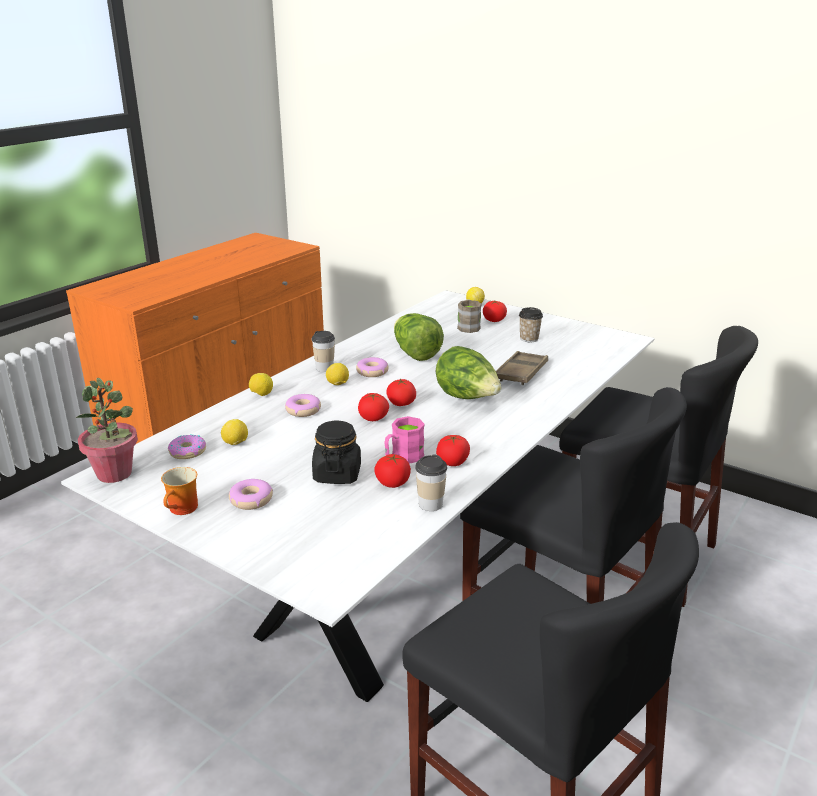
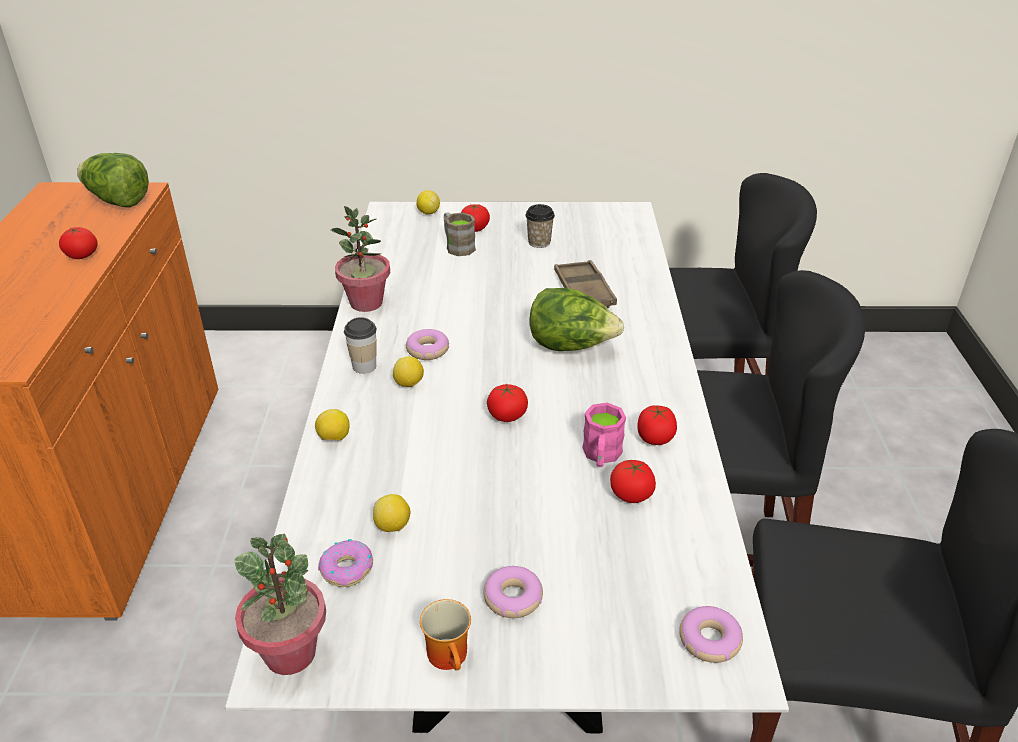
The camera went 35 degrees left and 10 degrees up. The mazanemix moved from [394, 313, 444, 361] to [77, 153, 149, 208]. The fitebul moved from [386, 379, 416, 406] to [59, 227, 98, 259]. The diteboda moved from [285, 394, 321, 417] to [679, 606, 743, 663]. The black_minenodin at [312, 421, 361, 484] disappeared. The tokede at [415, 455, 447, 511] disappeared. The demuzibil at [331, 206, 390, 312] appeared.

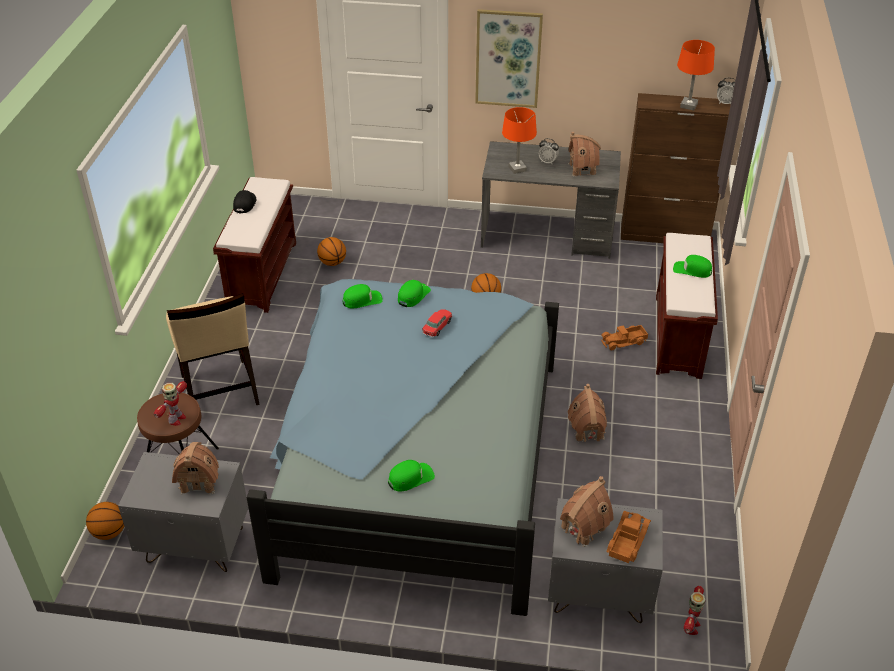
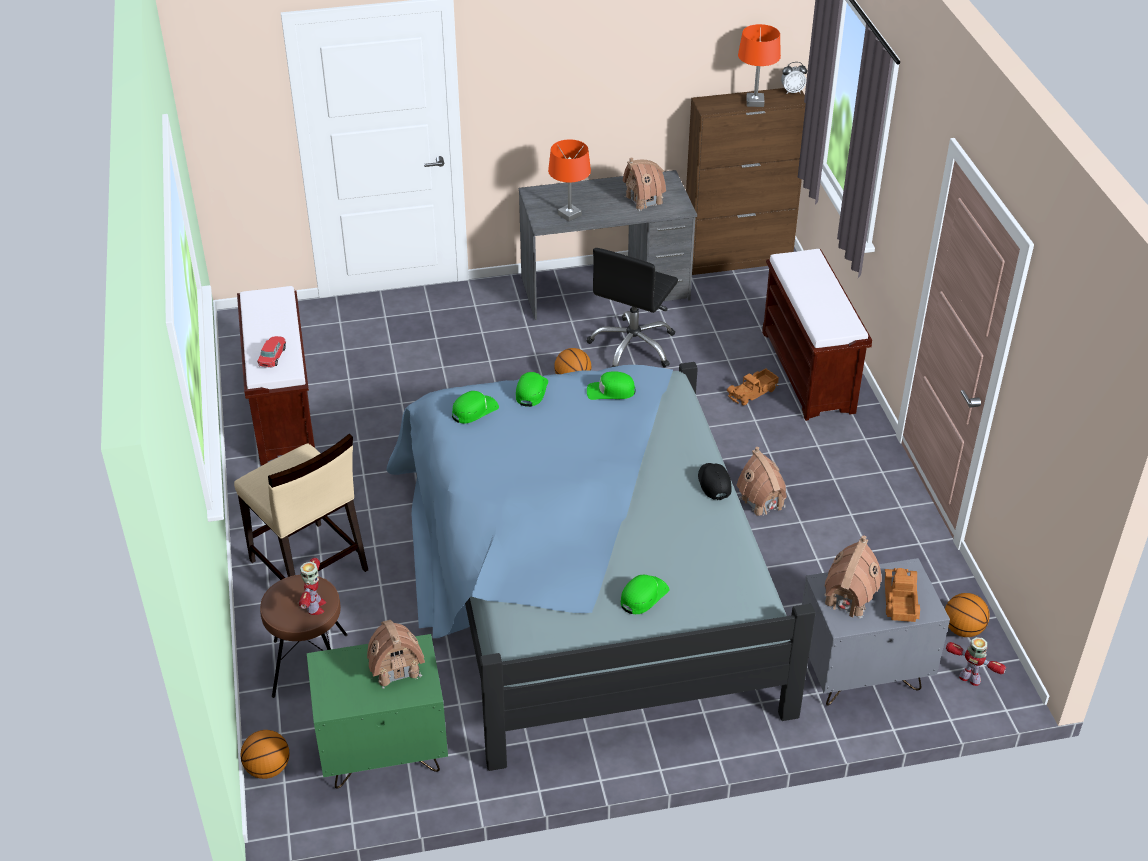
The camera went 20 degrees left and 0 degrees up. The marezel at [475, 9, 543, 108] disappeared. The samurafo at [538, 138, 559, 164] disappeared. The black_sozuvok moved from [233, 190, 257, 214] to [698, 463, 732, 500]. The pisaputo moved from [317, 237, 346, 266] to [945, 593, 990, 637]. The green_sozuvok moved from [673, 255, 712, 278] to [587, 371, 635, 400]. The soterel moved from [422, 309, 452, 337] to [257, 336, 286, 368]. The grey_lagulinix at [118, 452, 248, 572] became the green_lagulinix at [307, 634, 448, 789]. The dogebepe at [684, 586, 706, 635] turned 60 degrees counterclockwise. The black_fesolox at [587, 248, 678, 368] appeared.

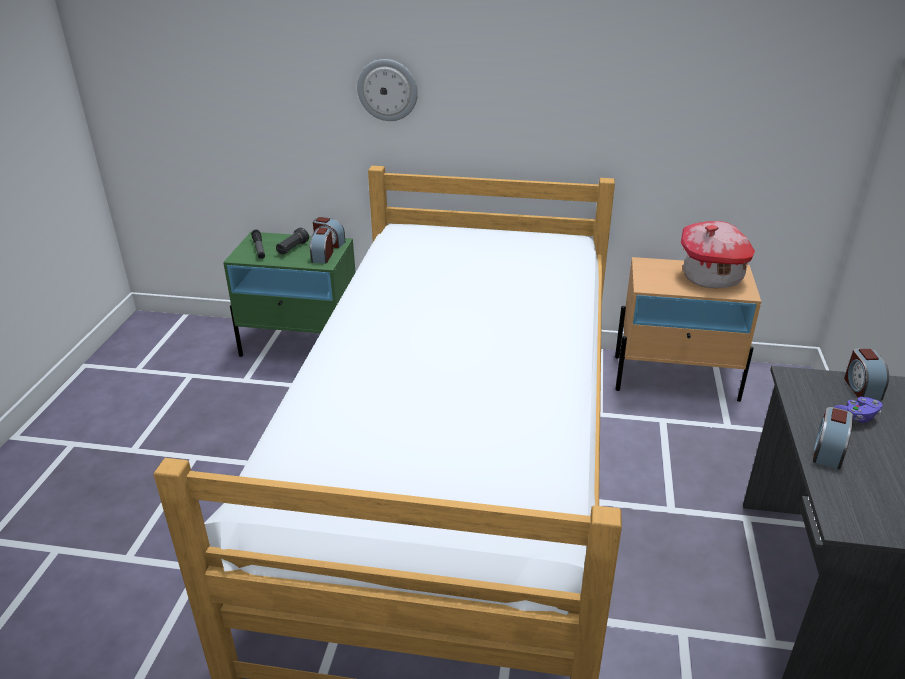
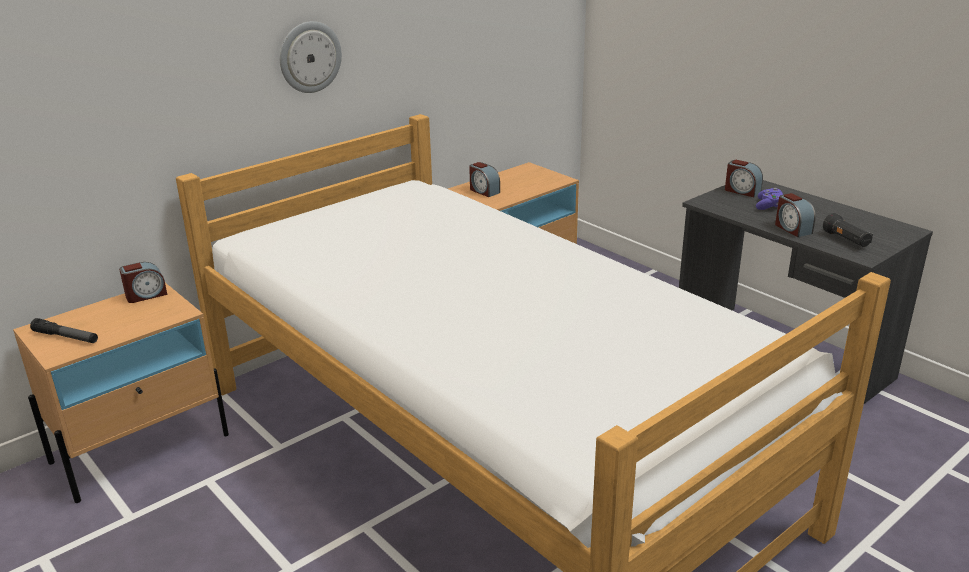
The camera went 50 degrees left and 5 degrees down. The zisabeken moved from [357, 59, 418, 121] to [280, 21, 342, 93]. The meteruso at [681, 221, 755, 288] disappeared. The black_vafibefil moved from [276, 227, 309, 255] to [823, 213, 873, 247]. The samurafo moved from [310, 228, 333, 264] to [469, 162, 500, 197]. The green_lagulinix at [223, 232, 356, 357] became the beige_lagulinix at [13, 283, 229, 503].

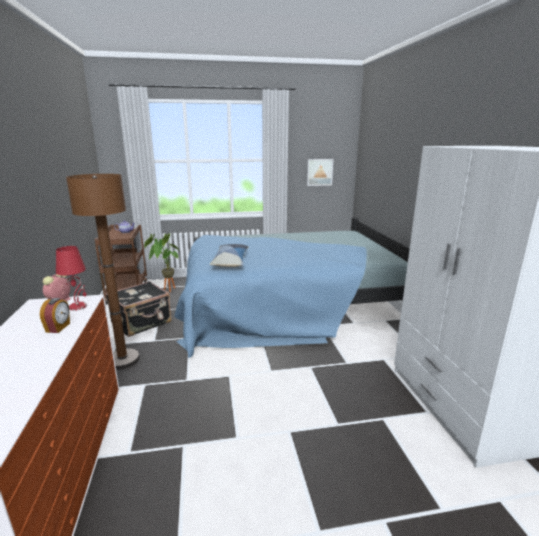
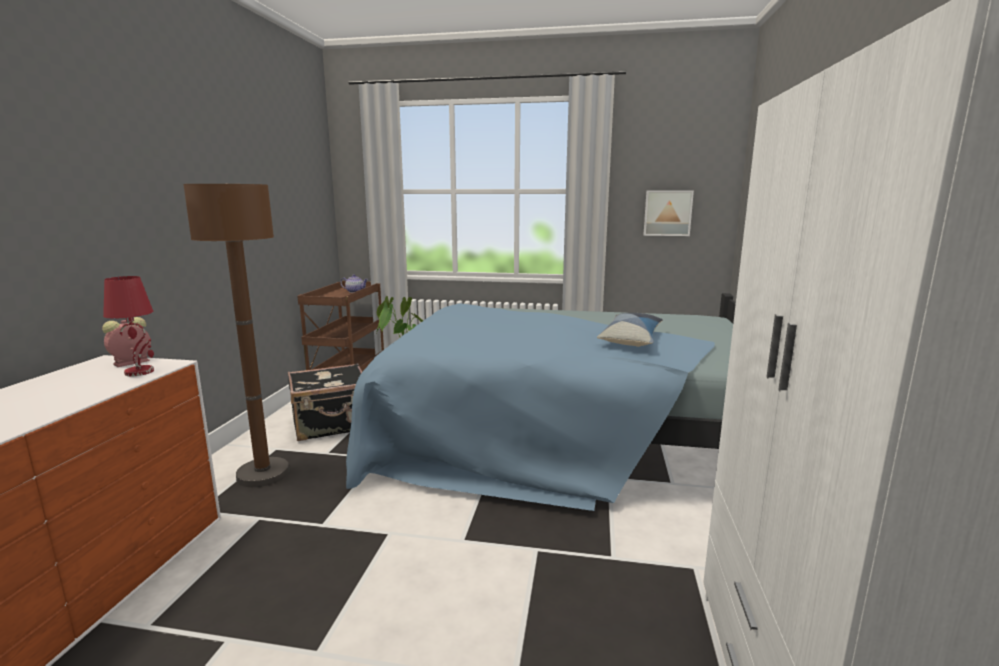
The camera went 20 degrees right and 5 degrees down. The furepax moved from [210, 244, 249, 267] to [597, 313, 663, 347]. The samurafo at [40, 298, 70, 333] disappeared.

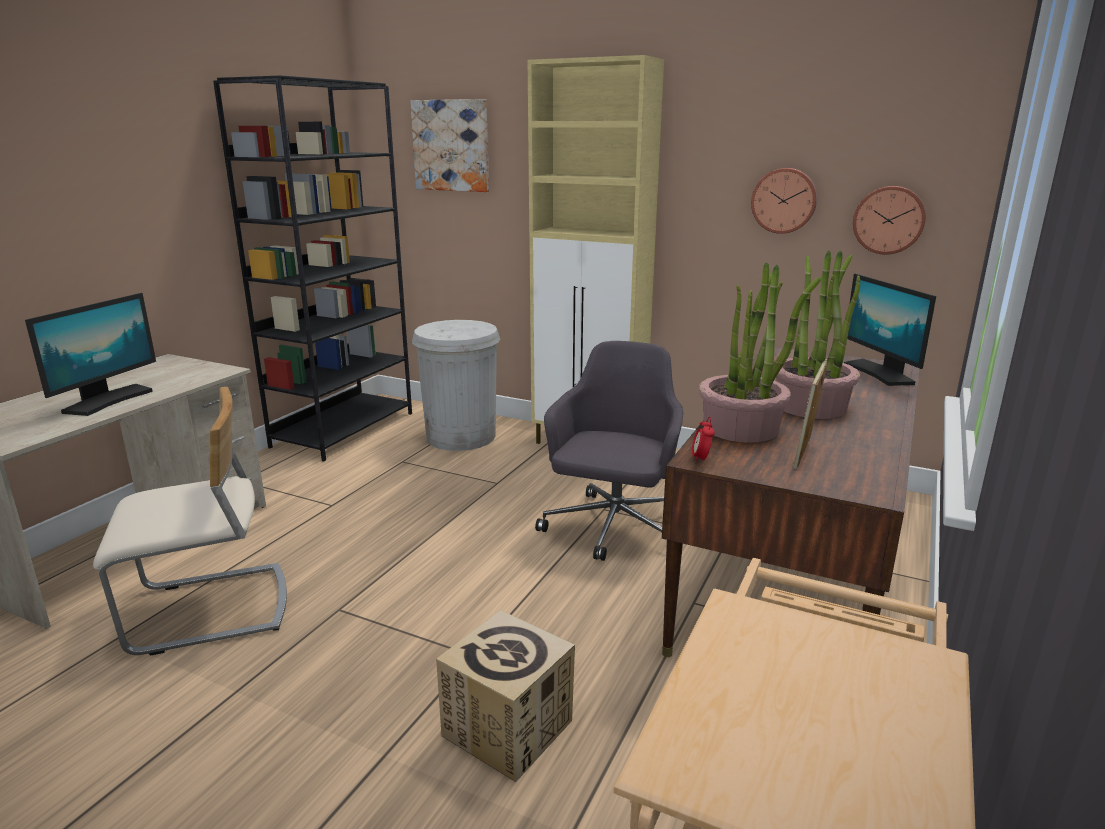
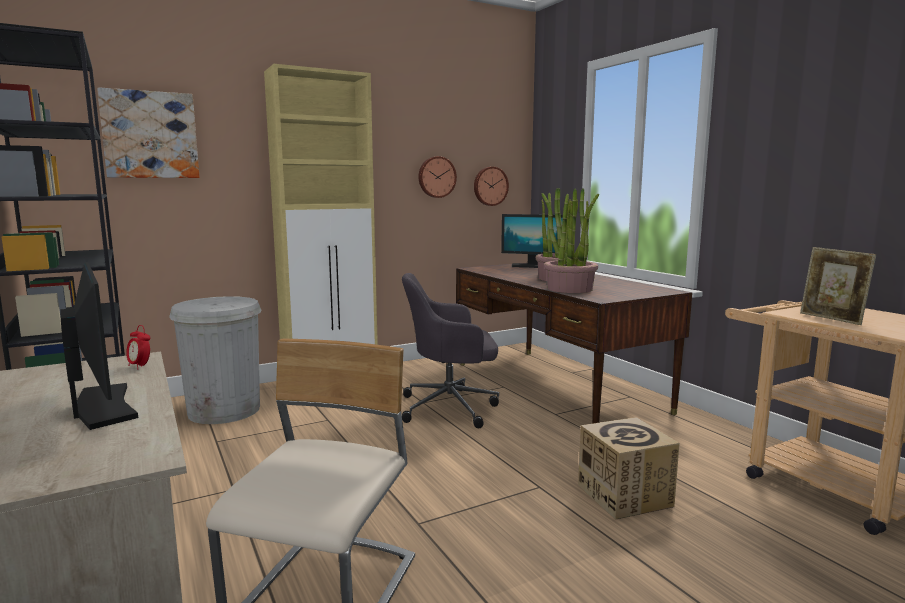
The camera went 55 degrees left and 10 degrees down. The grey_fesolox at [535, 341, 683, 561] turned 60 degrees counterclockwise. The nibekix moved from [793, 361, 827, 469] to [800, 247, 876, 325]. The samurafo moved from [692, 417, 715, 463] to [126, 325, 150, 370].

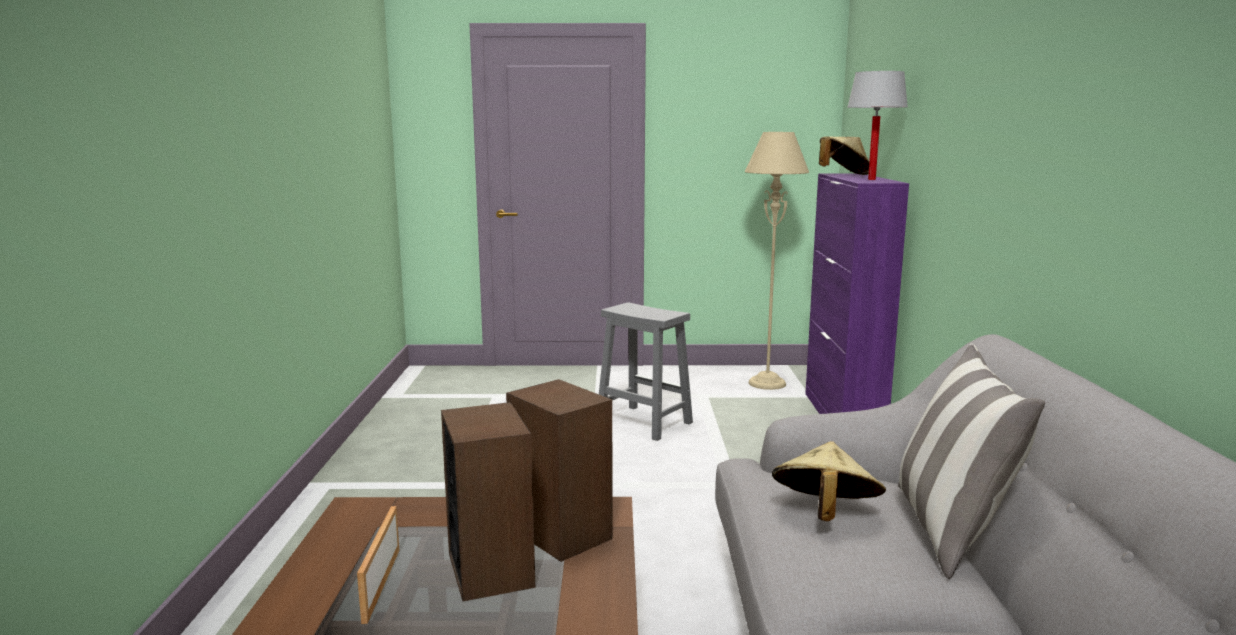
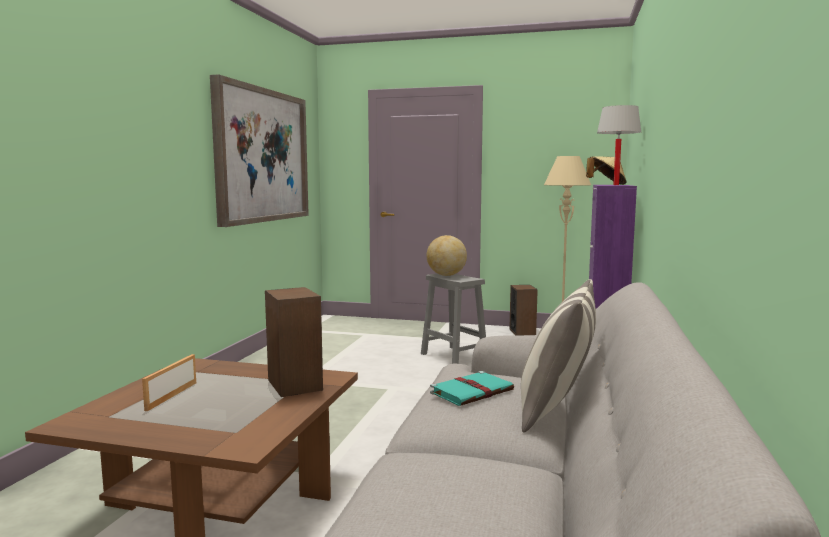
The camera went 15 degrees right and 5 degrees down. The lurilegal moved from [441, 402, 535, 601] to [509, 285, 538, 336]. The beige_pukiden at [772, 441, 886, 521] was replaced by the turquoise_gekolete at [430, 371, 514, 406]. The marezel at [210, 74, 309, 227] appeared. The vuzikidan at [427, 235, 467, 276] appeared.

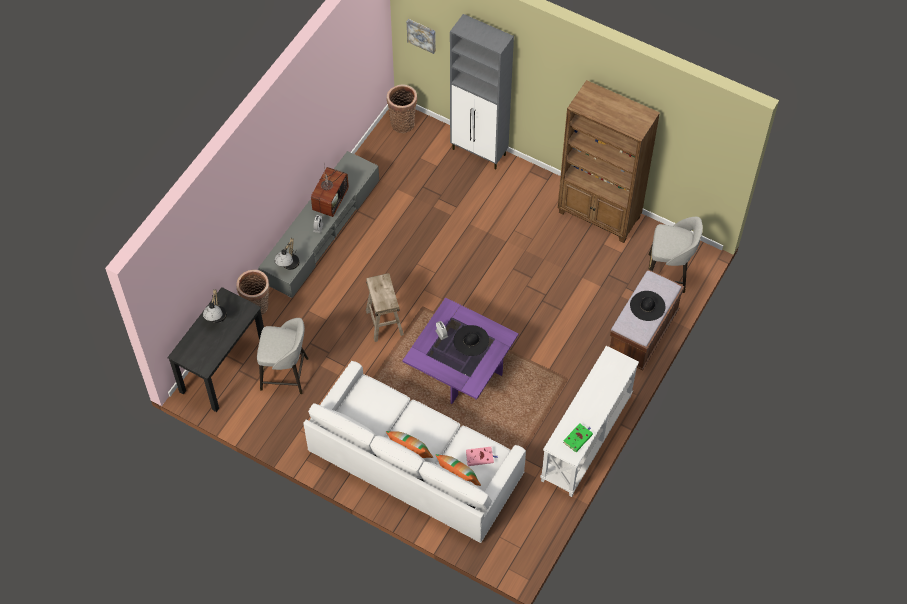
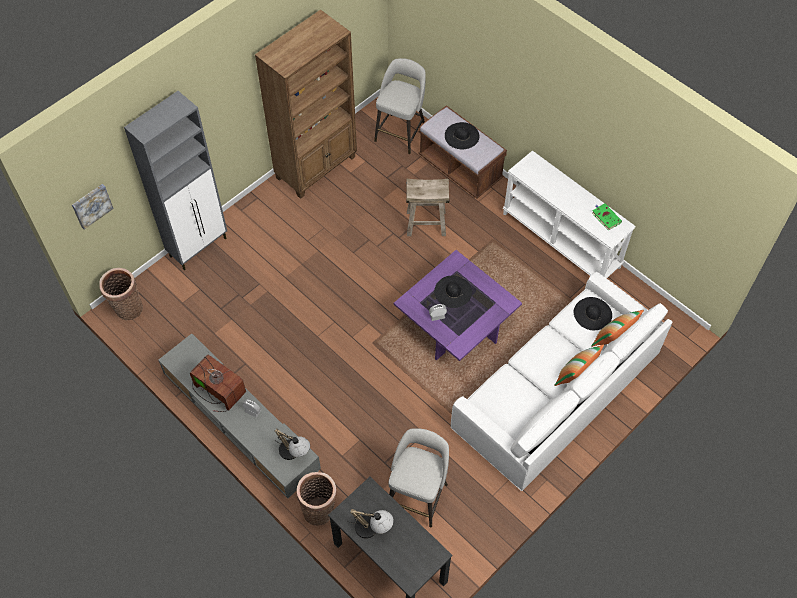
The camera went 75 degrees left and 0 degrees up. The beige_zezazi moved from [366, 273, 404, 342] to [406, 179, 450, 236]. The pink_gekolete at [466, 447, 498, 466] was replaced by the black_pukiden at [574, 297, 612, 330].

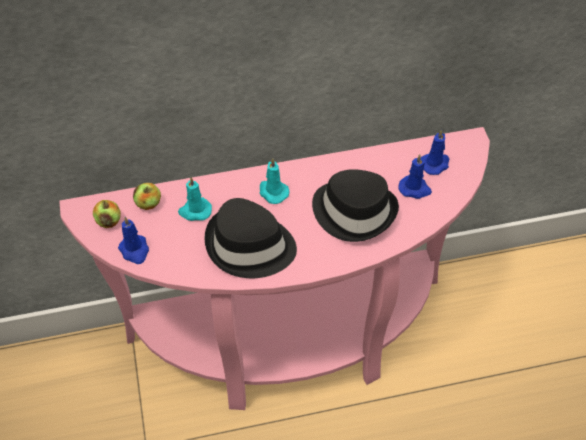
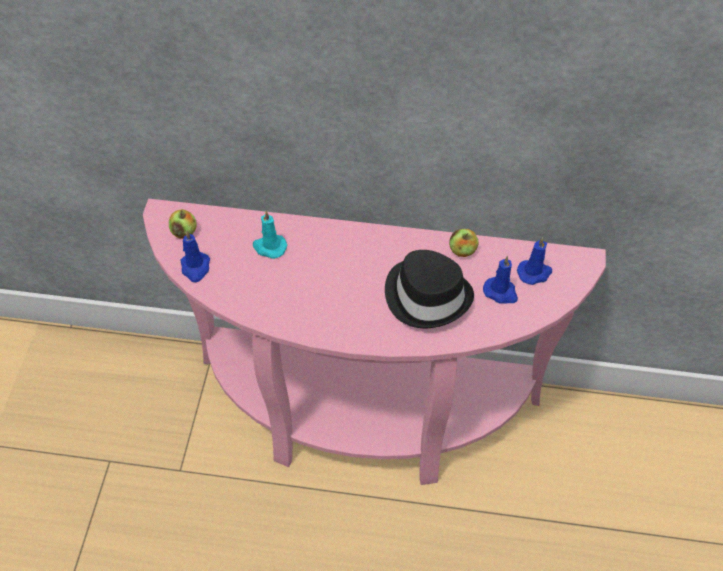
The camera went 20 degrees right and 0 degrees up. The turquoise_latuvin at [260, 158, 289, 204] disappeared. The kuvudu moved from [133, 183, 161, 210] to [449, 229, 479, 257]. The black_pukiden at [205, 198, 297, 278] disappeared.

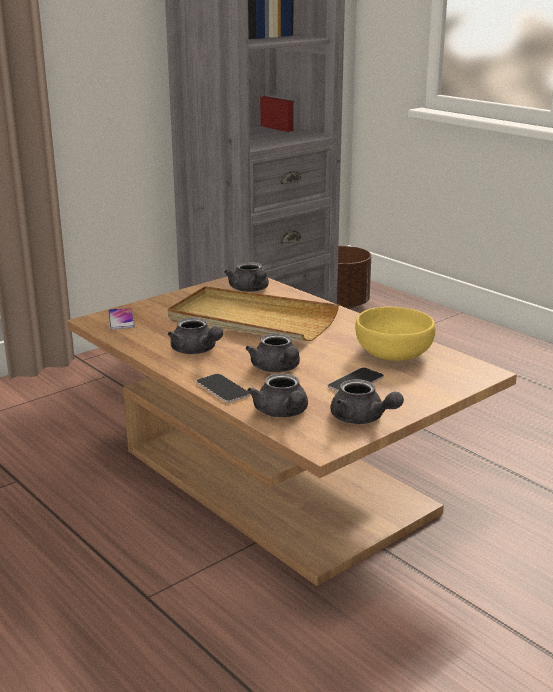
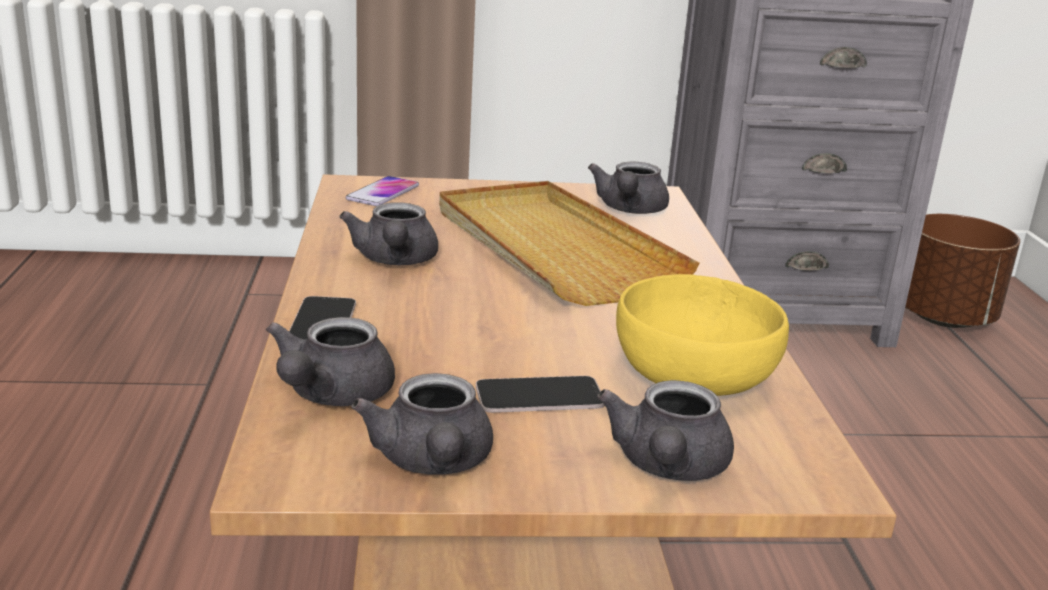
The camera went 35 degrees right and 0 degrees up. The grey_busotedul moved from [246, 334, 300, 372] to [597, 380, 734, 481].

